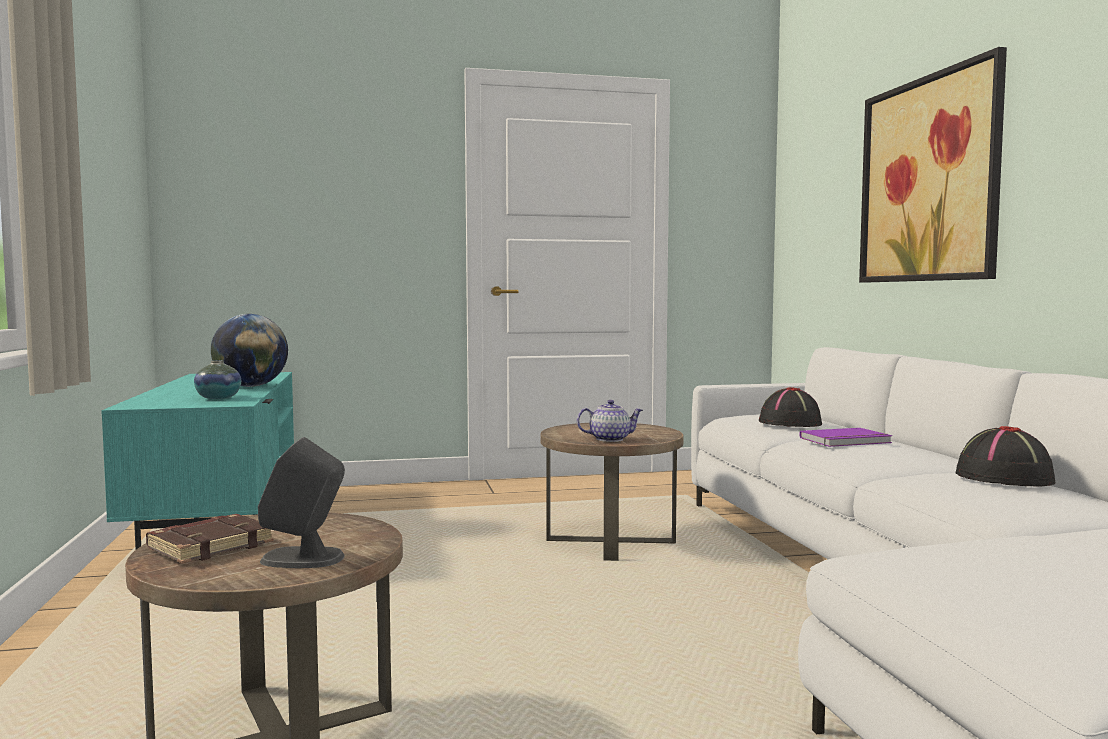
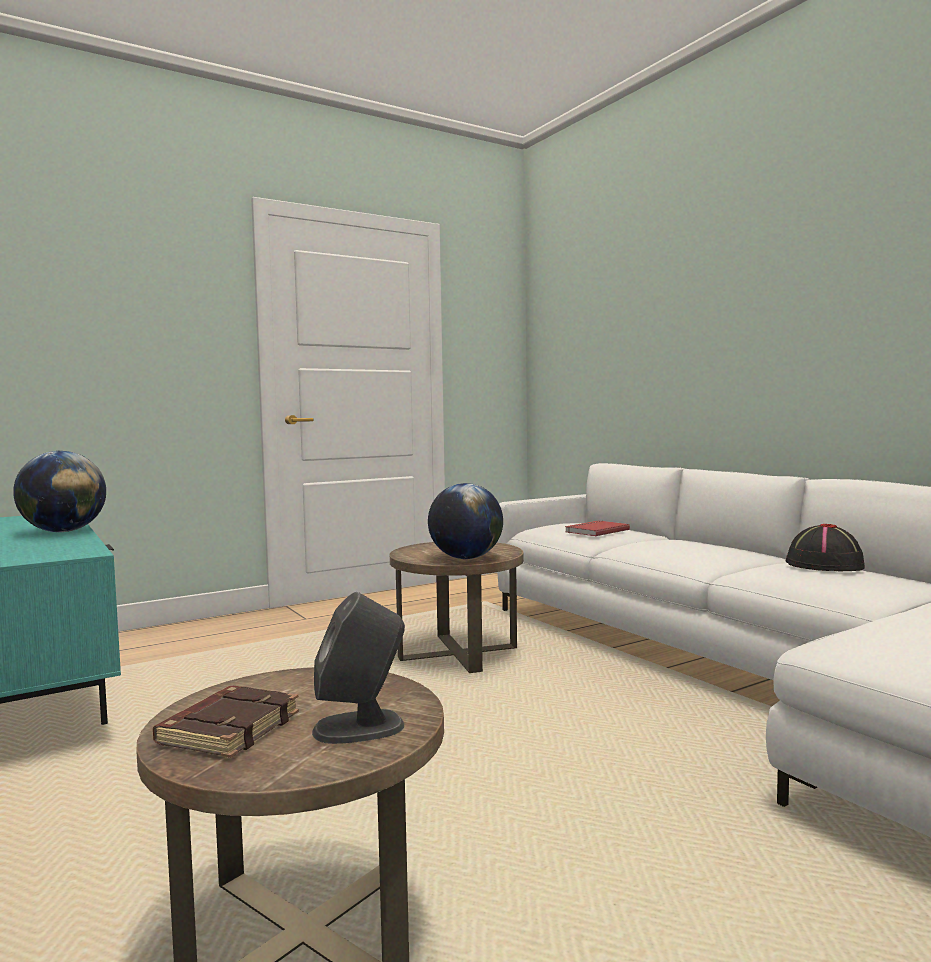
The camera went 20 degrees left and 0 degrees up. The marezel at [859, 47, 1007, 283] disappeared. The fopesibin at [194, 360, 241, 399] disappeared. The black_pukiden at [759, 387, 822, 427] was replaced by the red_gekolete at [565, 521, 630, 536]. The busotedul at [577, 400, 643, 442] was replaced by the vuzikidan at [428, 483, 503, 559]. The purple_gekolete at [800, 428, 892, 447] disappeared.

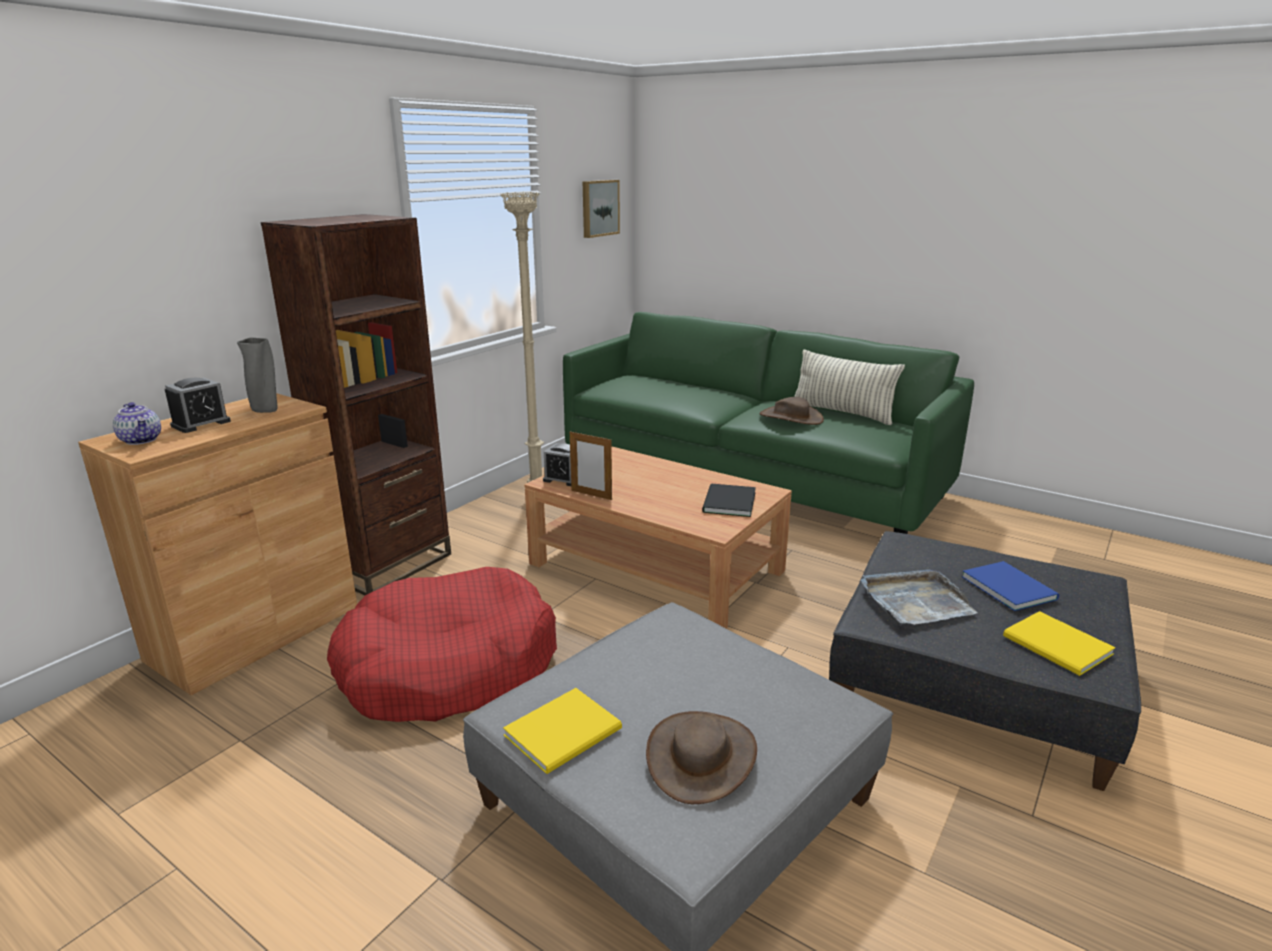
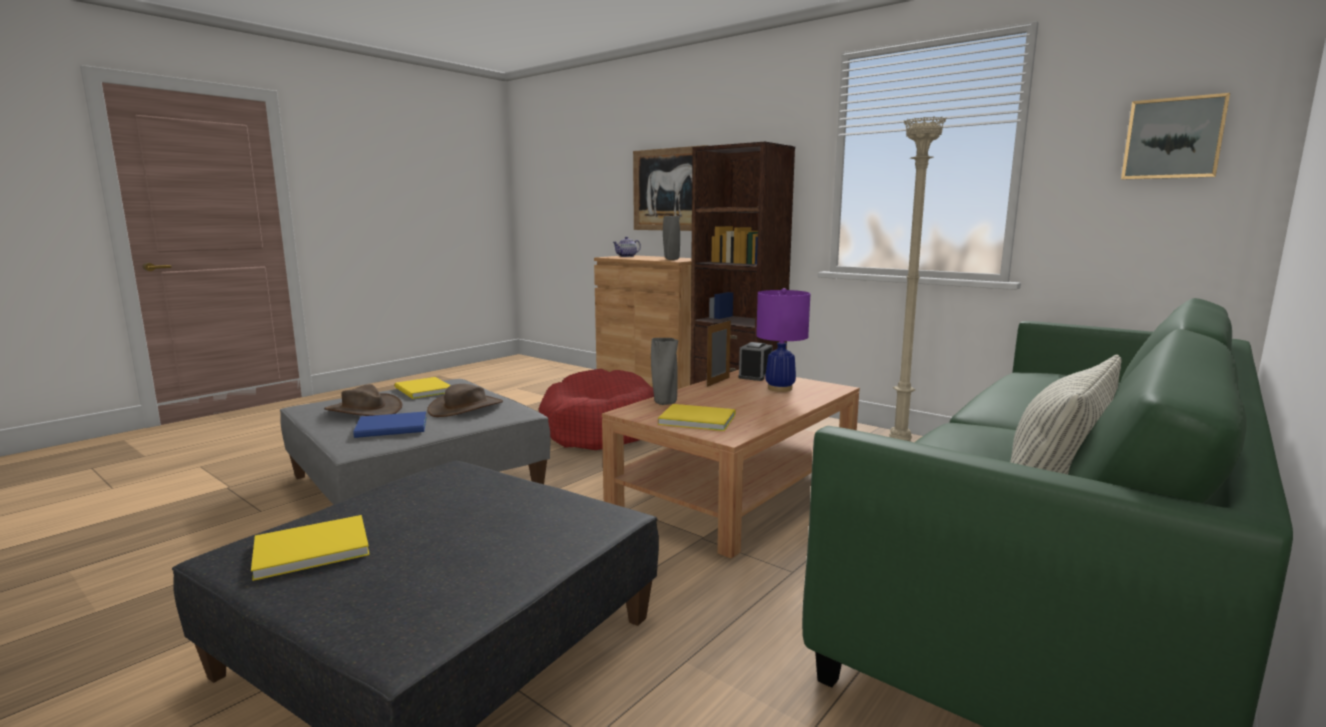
The camera went 95 degrees right and 10 degrees down. The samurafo at [165, 377, 231, 433] disappeared. The brown_pukiden moved from [759, 397, 824, 425] to [427, 384, 503, 417]. The black_gekolete at [702, 484, 756, 517] became the yellow_gekolete at [658, 404, 735, 431]. The blue_gekolete moved from [962, 561, 1059, 611] to [353, 411, 427, 438]. The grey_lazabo at [861, 569, 978, 625] disappeared. The marezel at [633, 145, 709, 231] appeared. The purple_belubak at [756, 288, 810, 392] appeared. The grey_fopesibin at [651, 338, 678, 405] appeared.

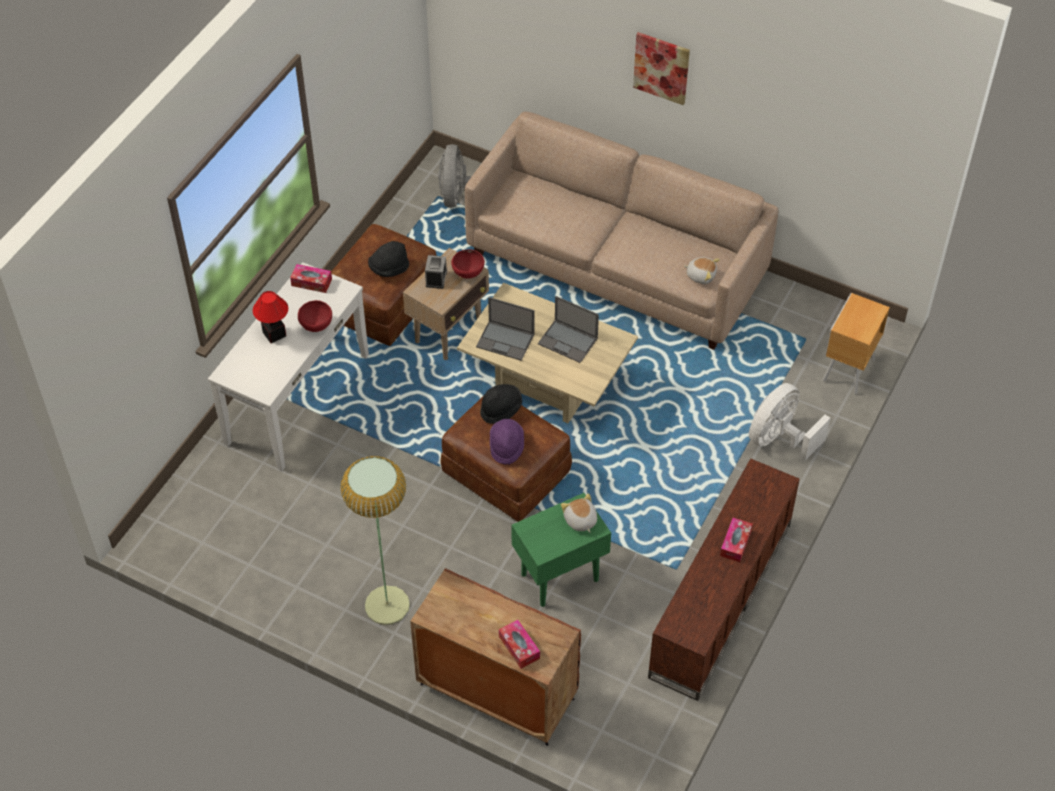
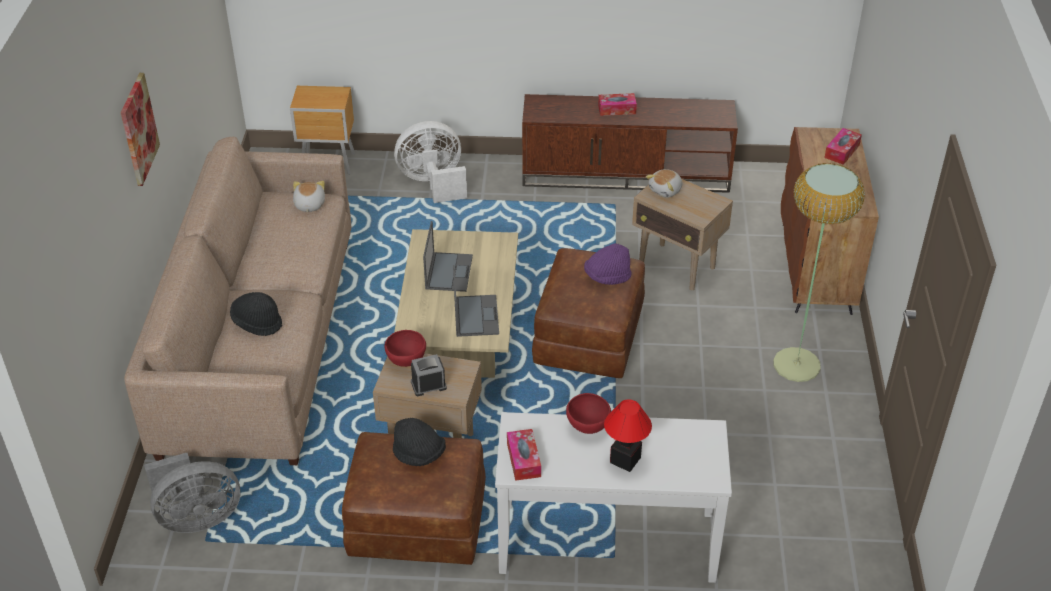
The camera went 115 degrees left and 10 degrees down. The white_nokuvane at [749, 383, 830, 460] turned 150 degrees clockwise. The black_pukiden moved from [480, 384, 522, 424] to [230, 292, 282, 336]. The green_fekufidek at [511, 493, 611, 607] became the beige_fekufidek at [632, 179, 733, 290].

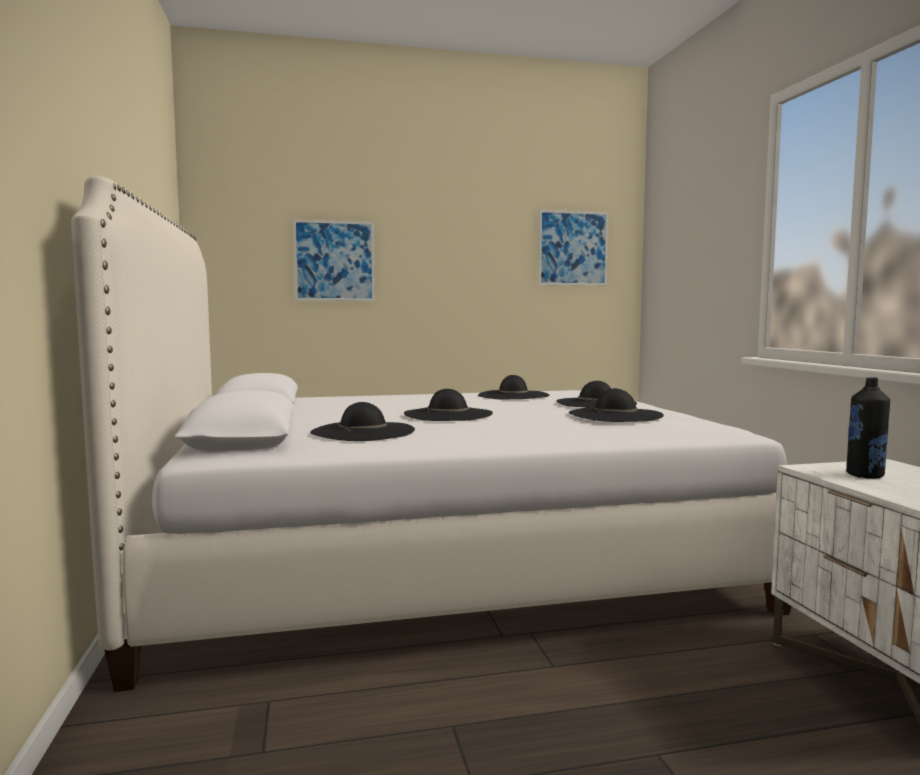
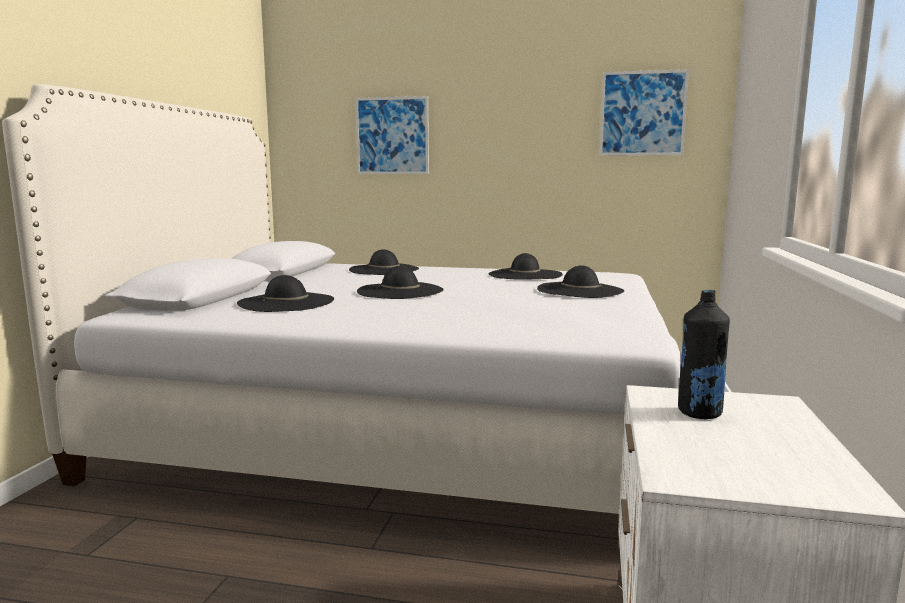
The camera went 25 degrees right and 5 degrees up. The black_pukiden moved from [569, 388, 664, 422] to [349, 249, 419, 275].

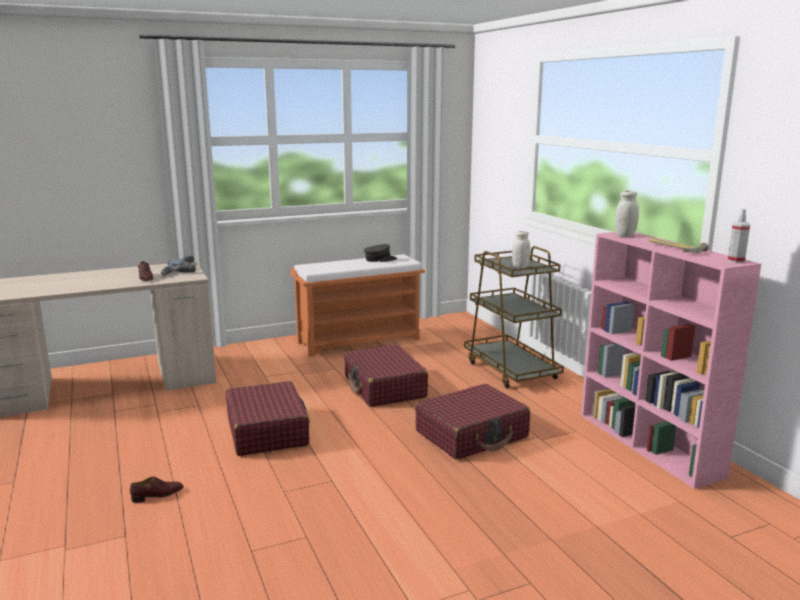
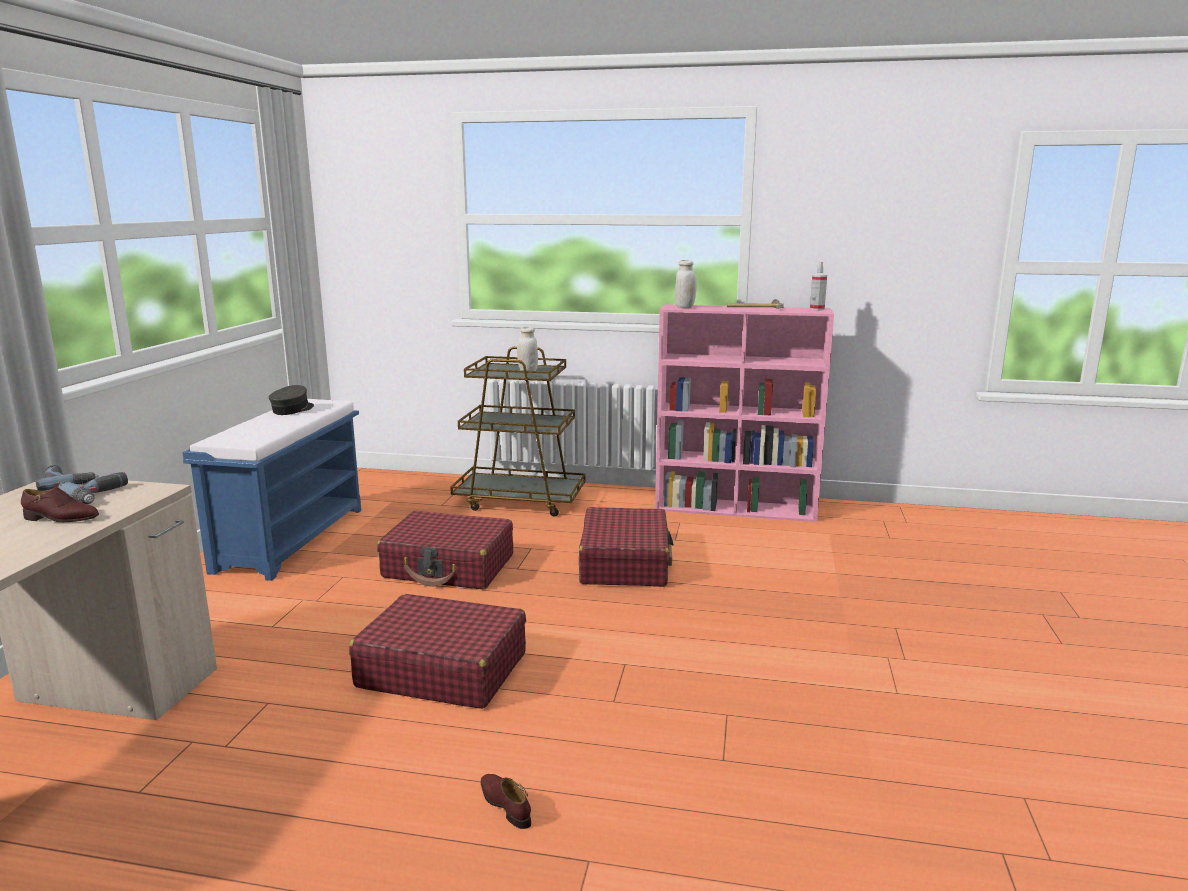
The camera went 55 degrees left and 0 degrees up. The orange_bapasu at [290, 254, 425, 357] became the blue_bapasu at [183, 399, 361, 581]. The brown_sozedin at [130, 476, 183, 503] turned 45 degrees counterclockwise.

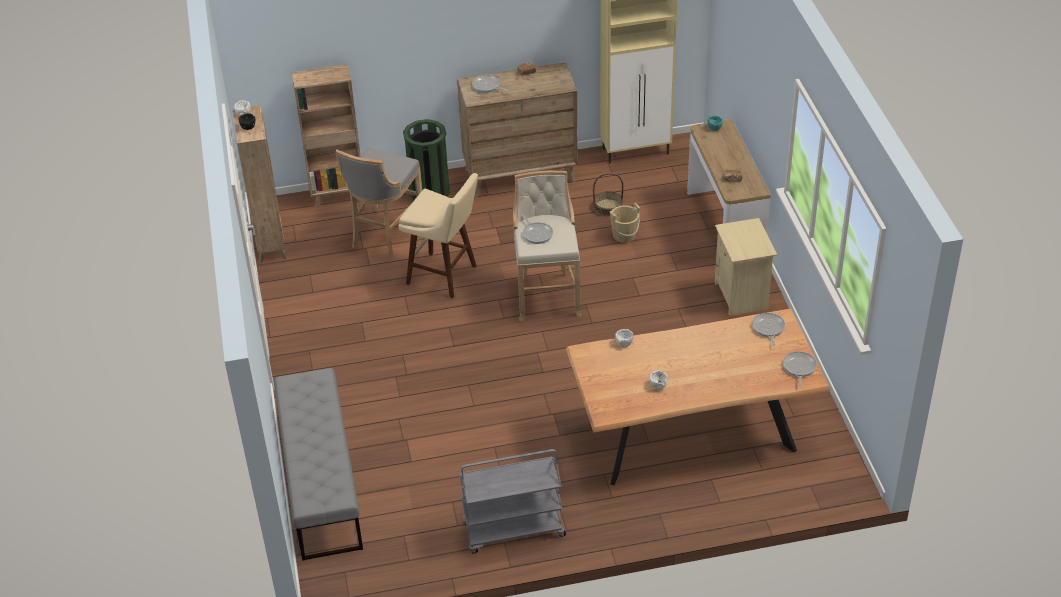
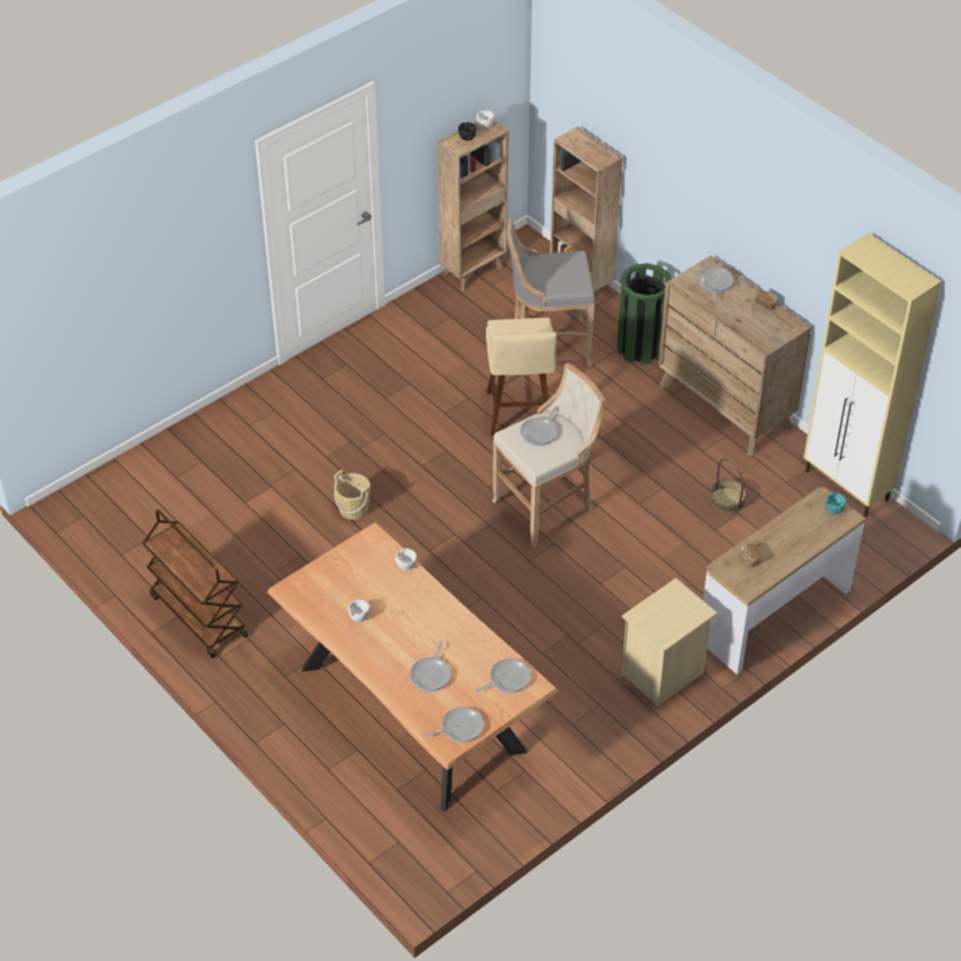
The camera went 60 degrees right and 5 degrees up. The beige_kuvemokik moved from [610, 203, 640, 243] to [334, 470, 370, 520]. The grey_bapasu at [274, 368, 363, 561] disappeared. The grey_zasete at [460, 449, 566, 554] became the brown_zasete at [142, 509, 248, 658]. The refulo at [410, 641, 451, 692] appeared.

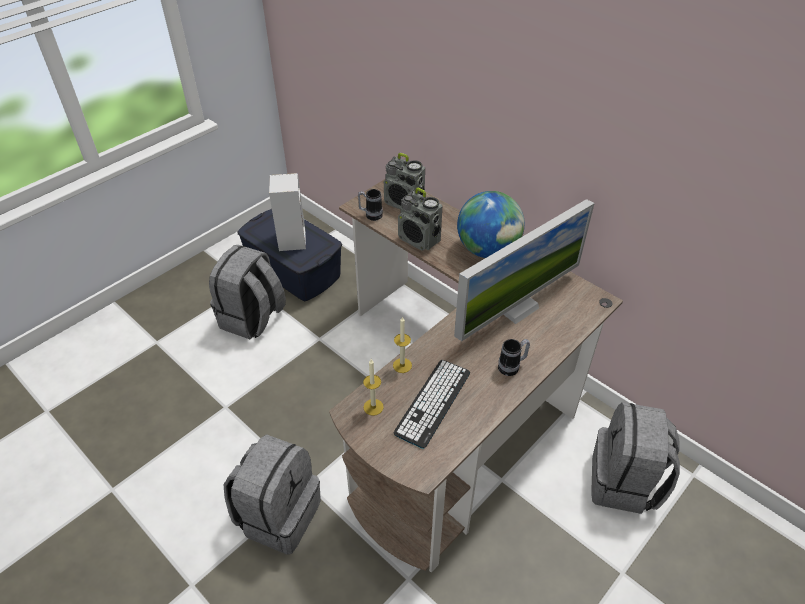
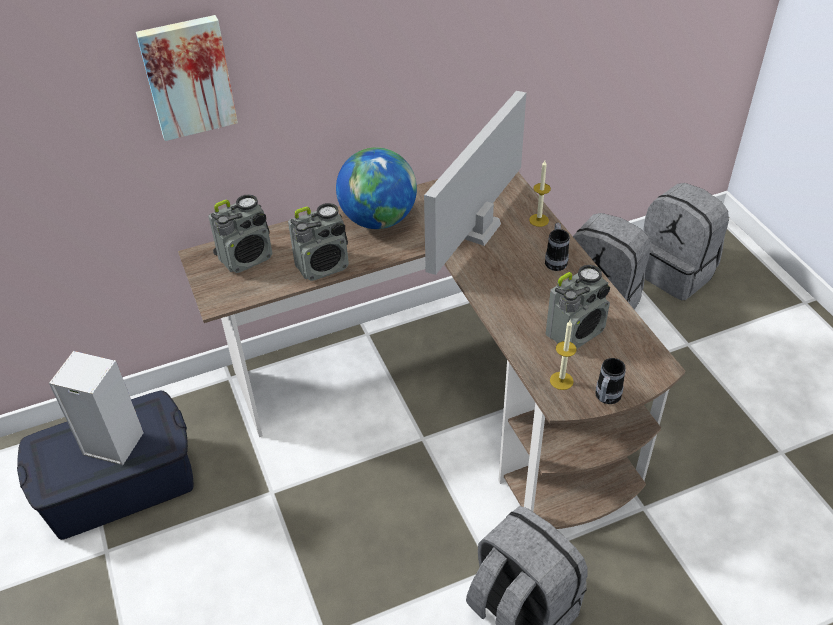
The camera went 65 degrees left and 0 degrees up. The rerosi moved from [358, 189, 383, 221] to [595, 358, 626, 404]. The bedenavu at [454, 199, 595, 341] turned 135 degrees counterclockwise. The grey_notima moved from [209, 245, 286, 339] to [643, 183, 729, 300]. The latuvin moved from [393, 316, 412, 373] to [529, 160, 551, 227]. The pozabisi at [393, 360, 470, 449] was replaced by the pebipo at [546, 265, 610, 348]. The marezel at [136, 15, 238, 141] appeared.

